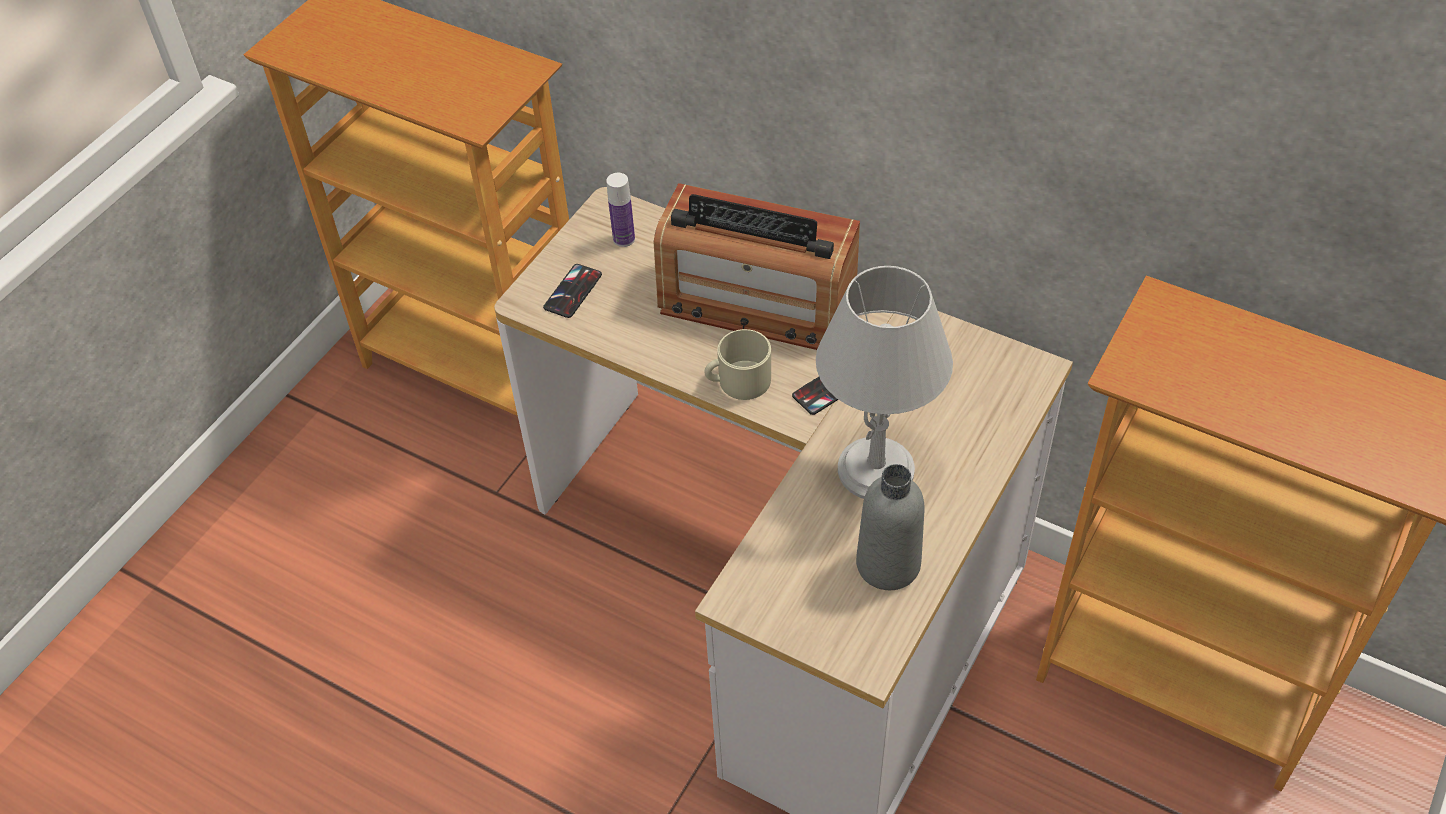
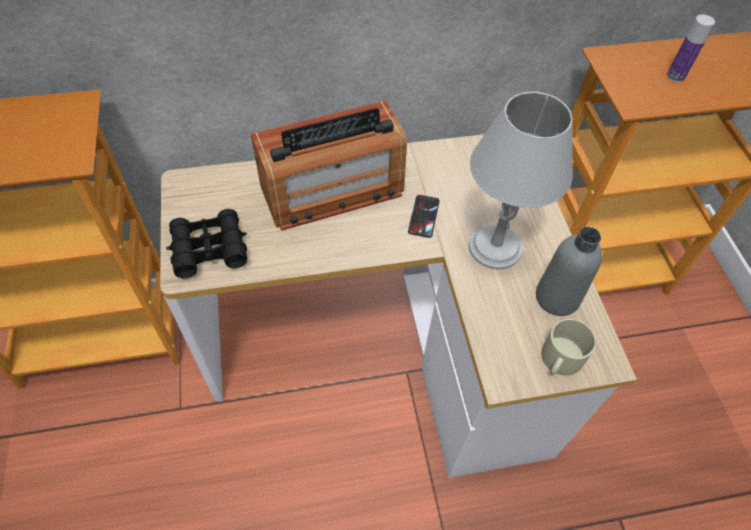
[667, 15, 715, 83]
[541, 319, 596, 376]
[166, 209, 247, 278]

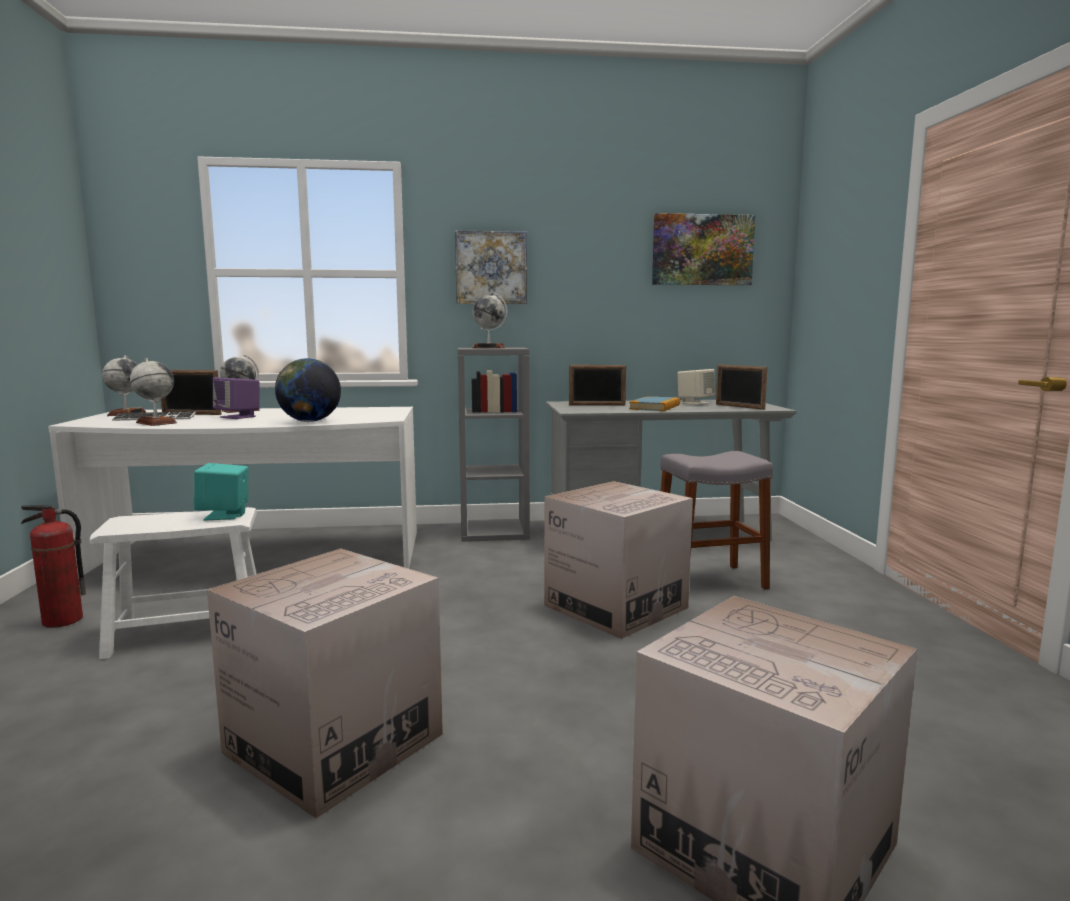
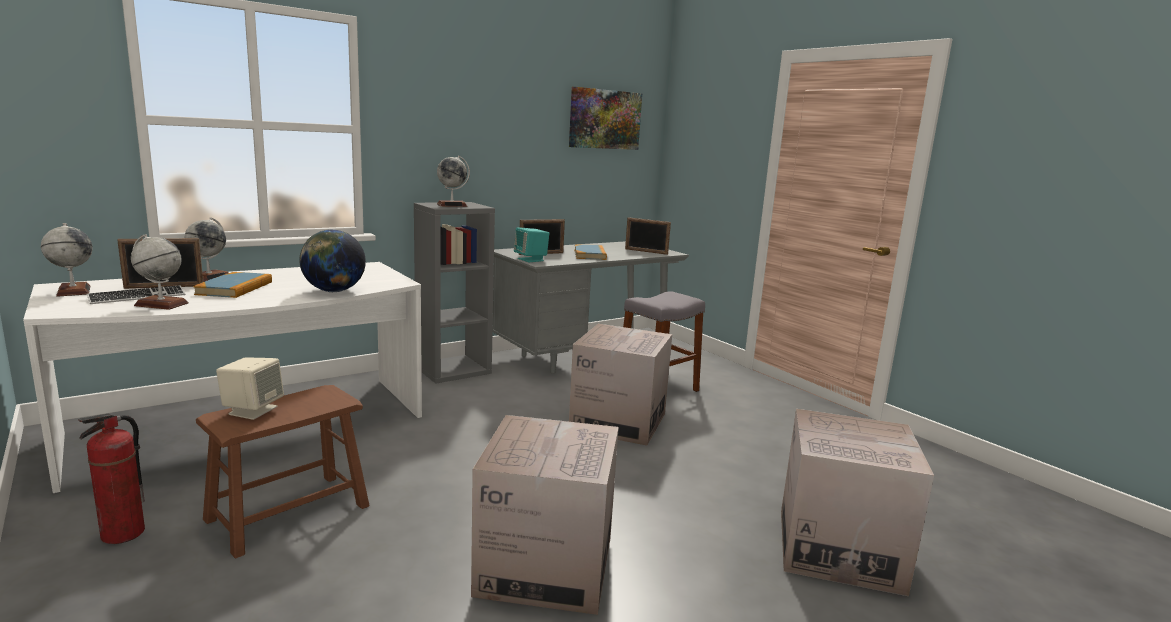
[455, 230, 527, 304] (first image)
[514, 227, 549, 262]
[216, 357, 284, 420]
[193, 272, 272, 298]
[196, 385, 370, 558]

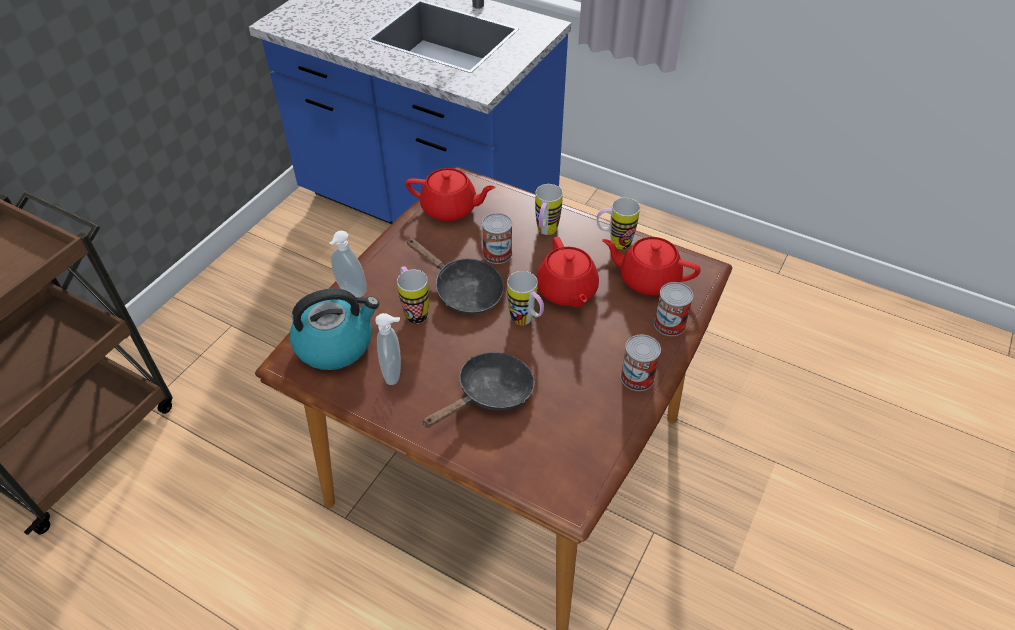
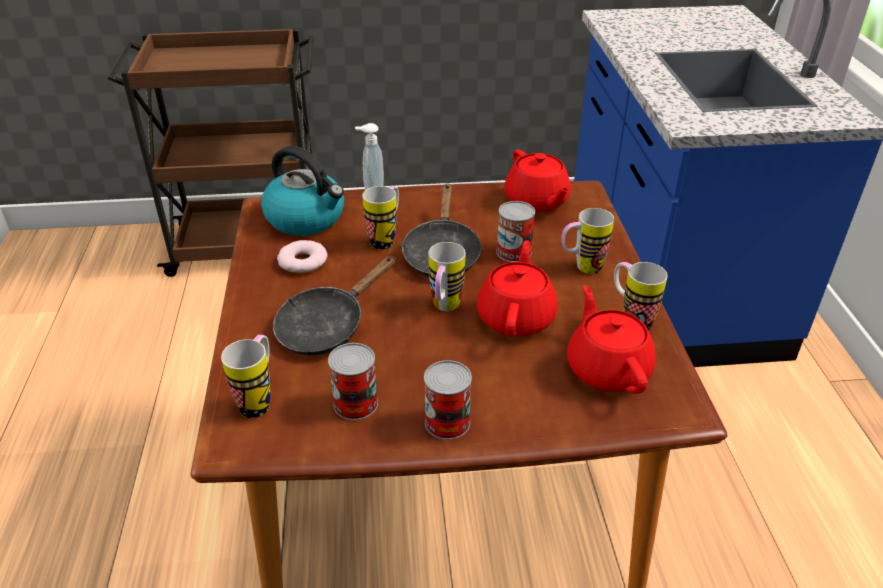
[221, 335, 270, 418]
[328, 343, 378, 420]
[277, 240, 328, 273]
[273, 256, 395, 355]
[477, 240, 557, 337]

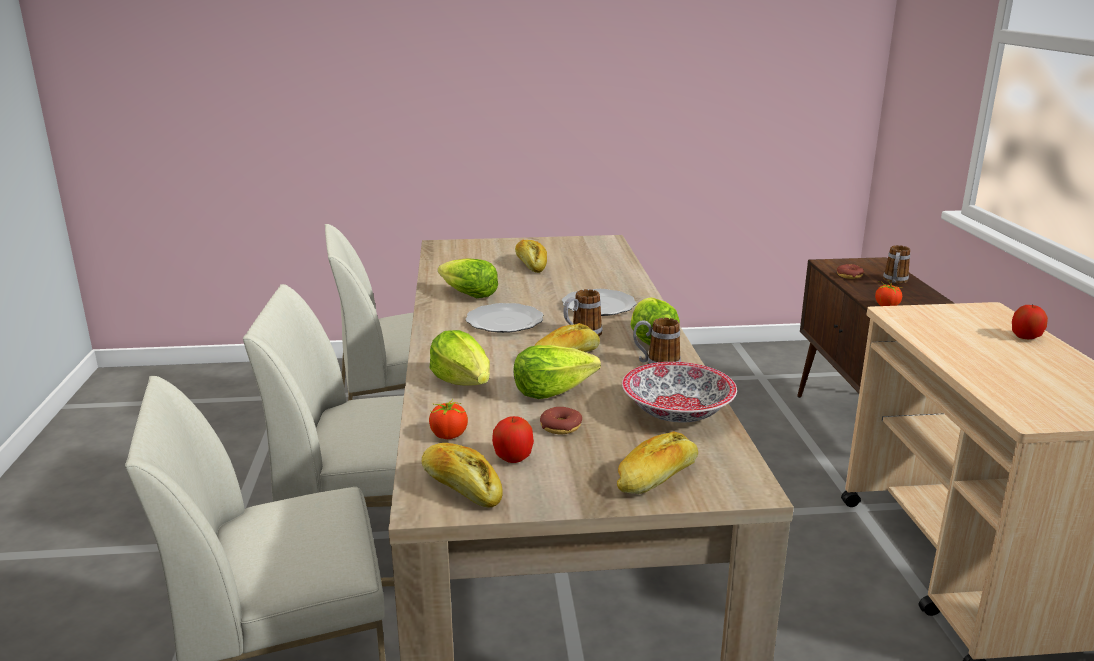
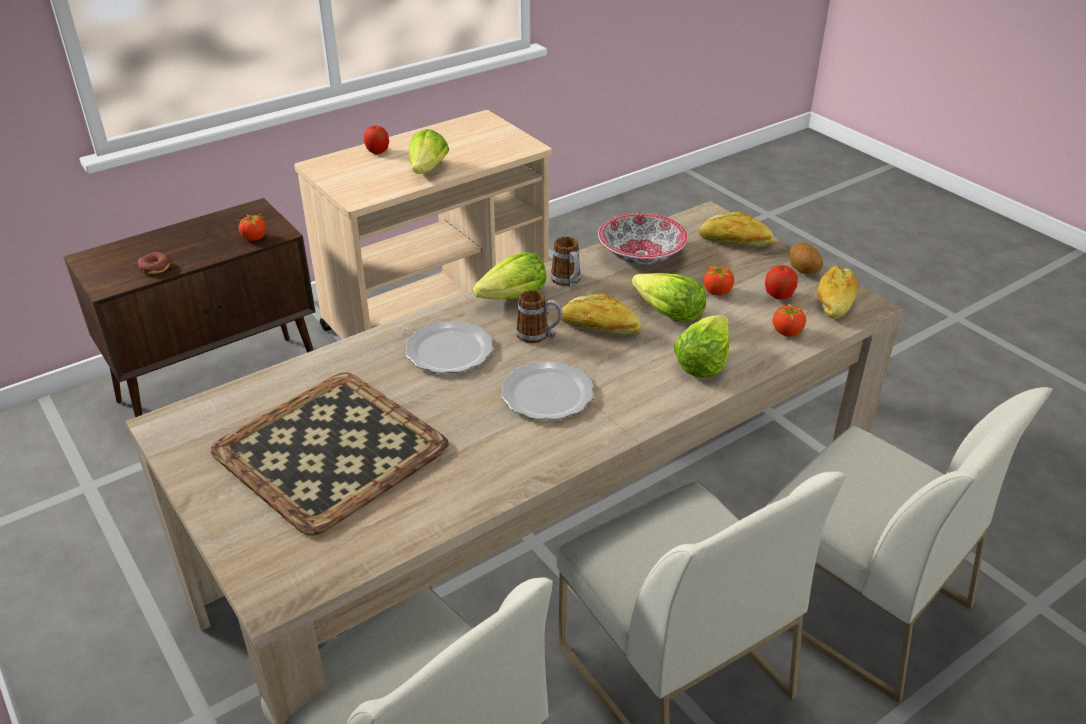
[883, 245, 910, 284] (first image)
[789, 243, 823, 274]
[409, 129, 449, 174]
[211, 372, 449, 536]
[704, 265, 736, 296]

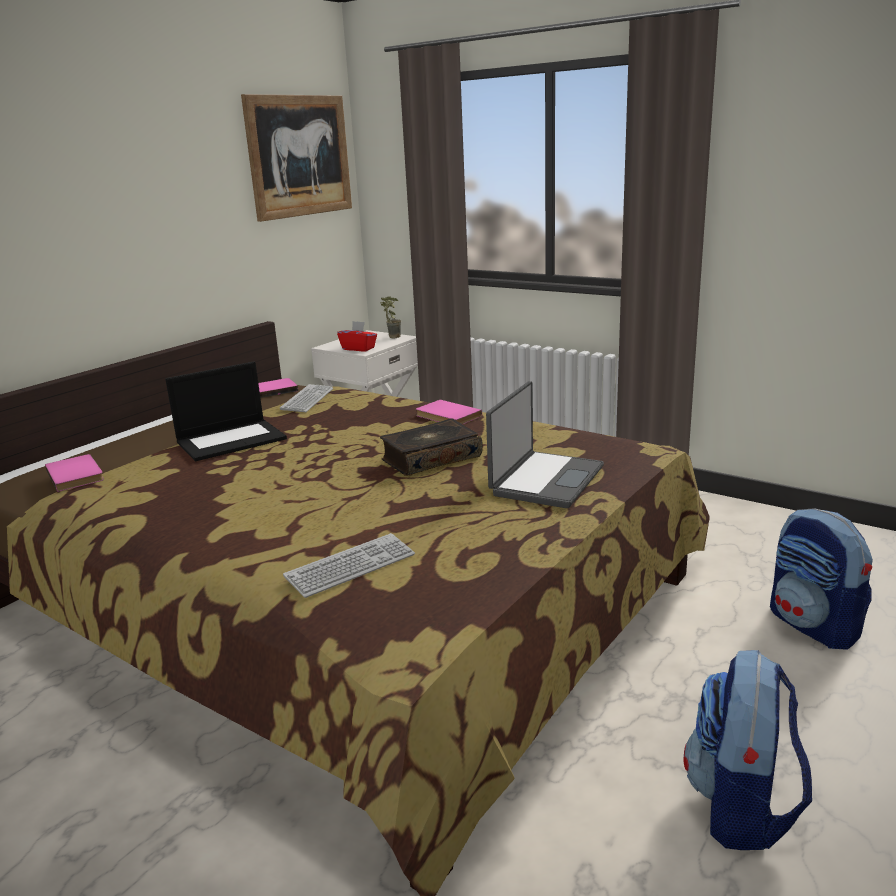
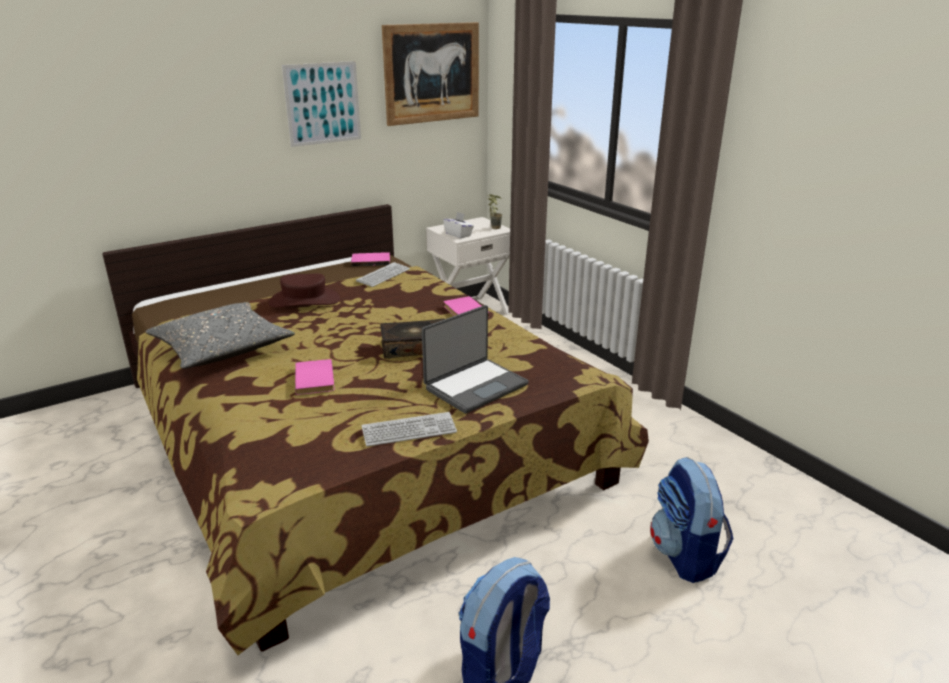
[145, 302, 295, 369]
[282, 61, 361, 147]
[295, 359, 335, 395]
[361, 412, 457, 446]
[269, 274, 340, 307]
[443, 212, 474, 238]

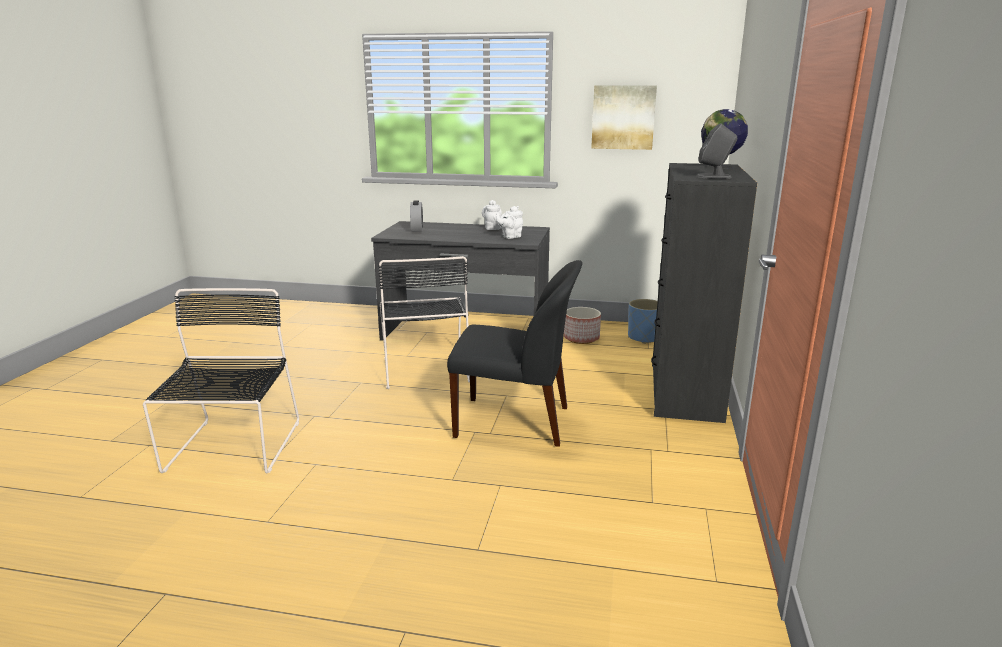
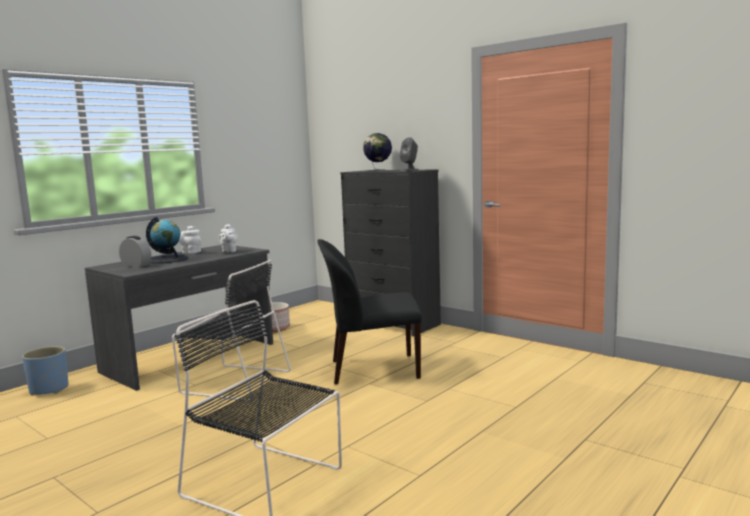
[591, 85, 657, 150] (first image)
[146, 217, 188, 264]
[22, 346, 68, 395]
[317, 239, 422, 384]

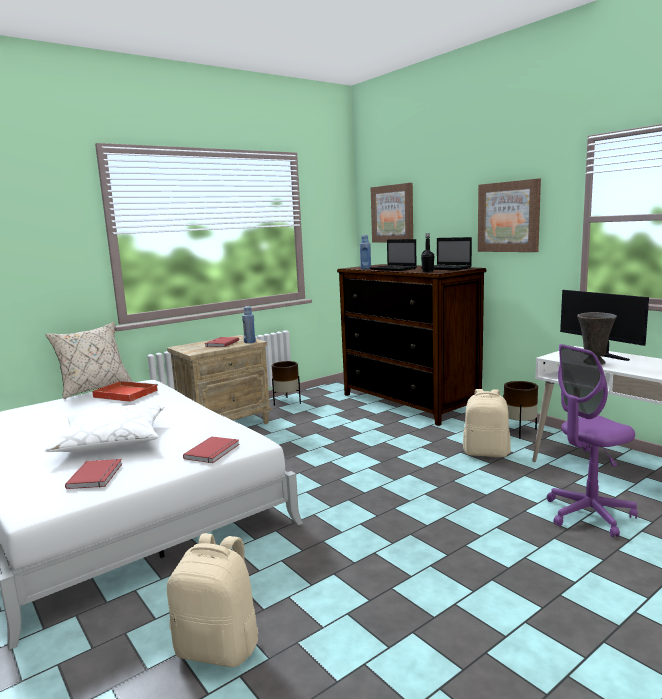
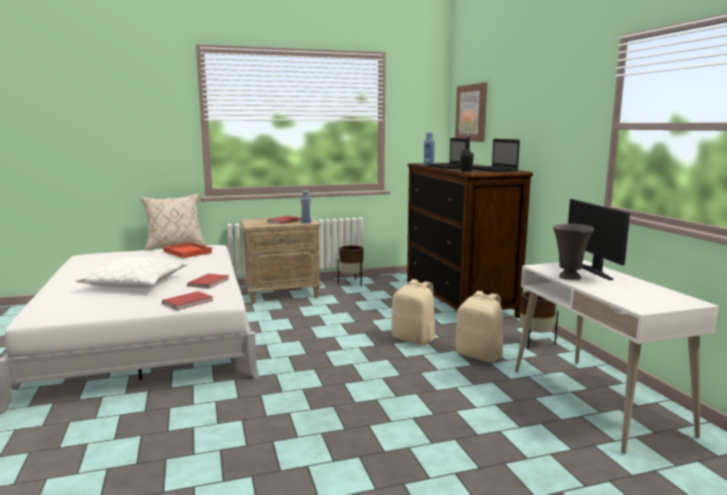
[478, 179, 541, 252] (first image)
[547, 344, 638, 537] (first image)
[187, 273, 229, 289]
[391, 279, 435, 345]

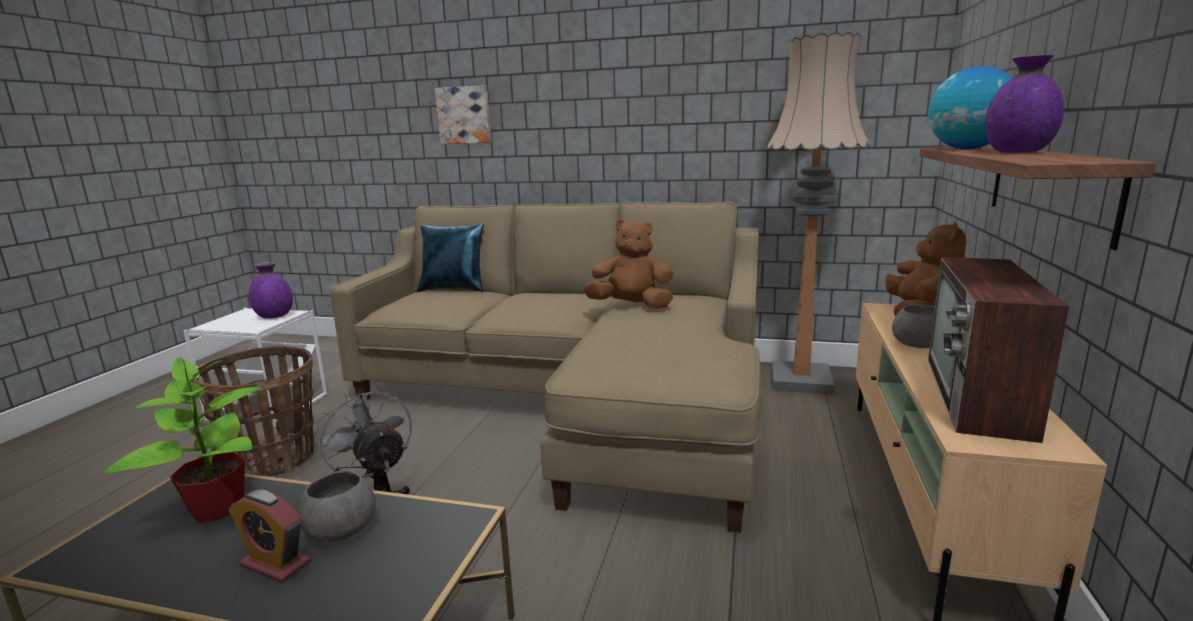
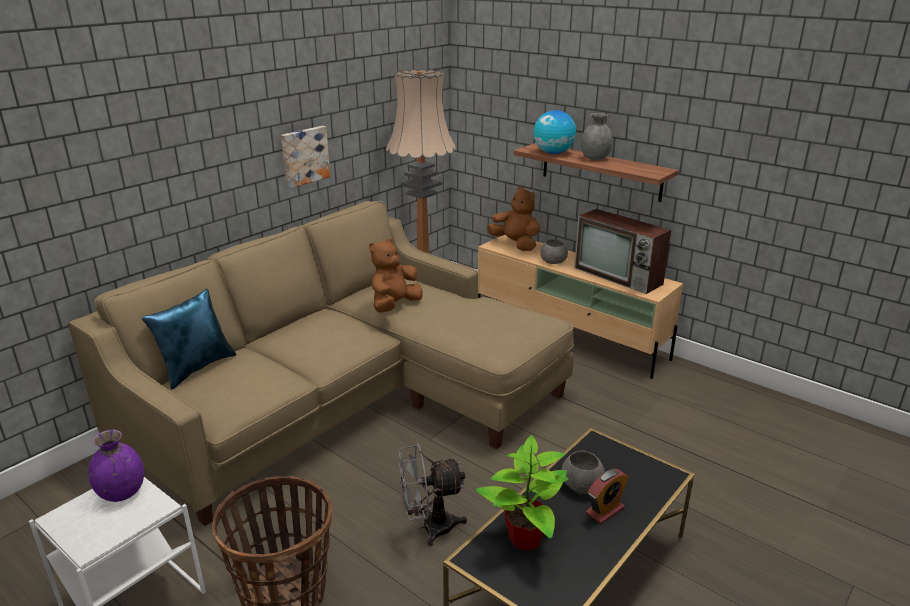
[281, 126, 330, 188]
[581, 113, 613, 160]

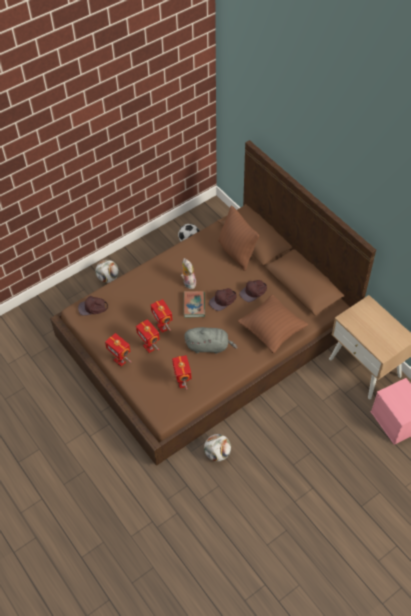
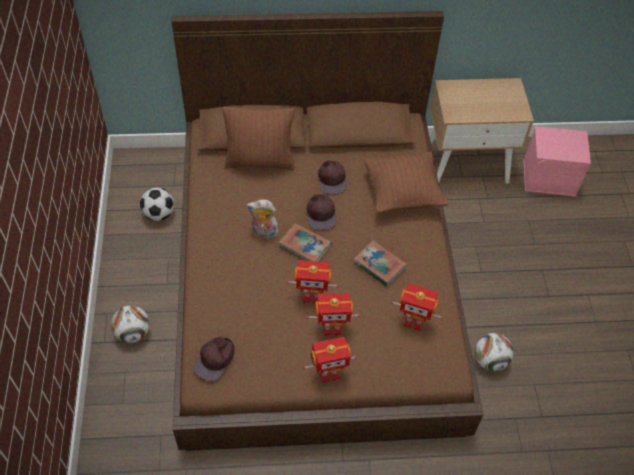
[353, 240, 407, 287]

